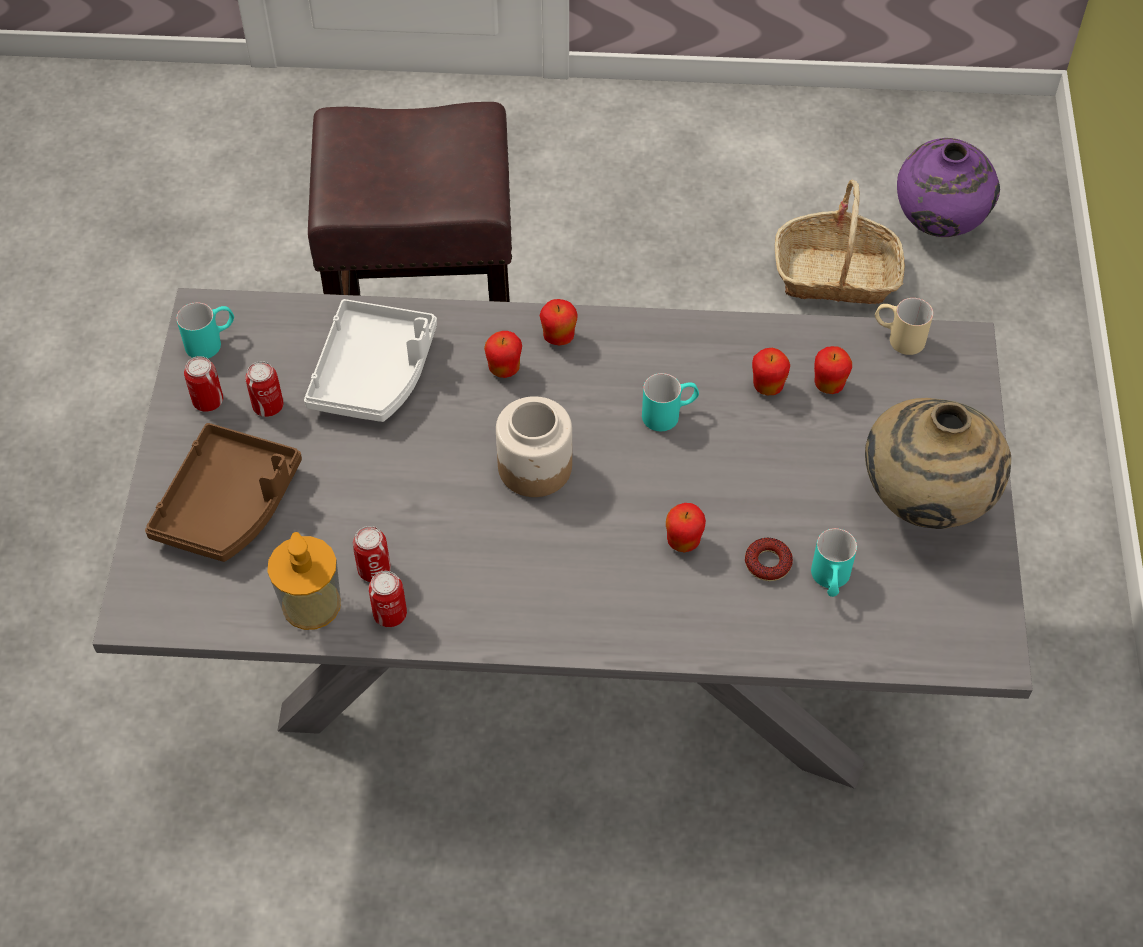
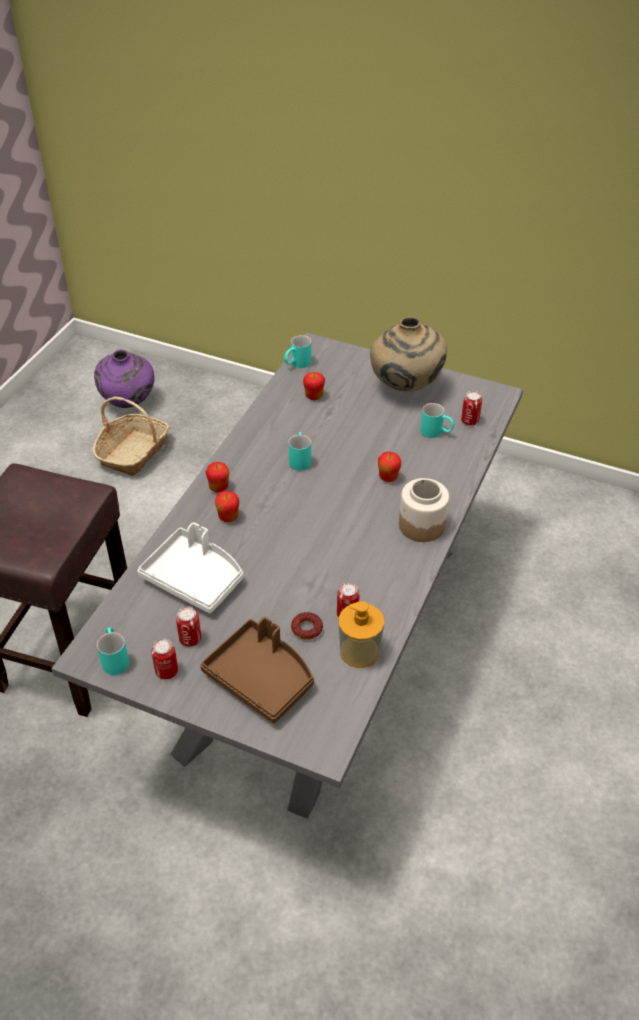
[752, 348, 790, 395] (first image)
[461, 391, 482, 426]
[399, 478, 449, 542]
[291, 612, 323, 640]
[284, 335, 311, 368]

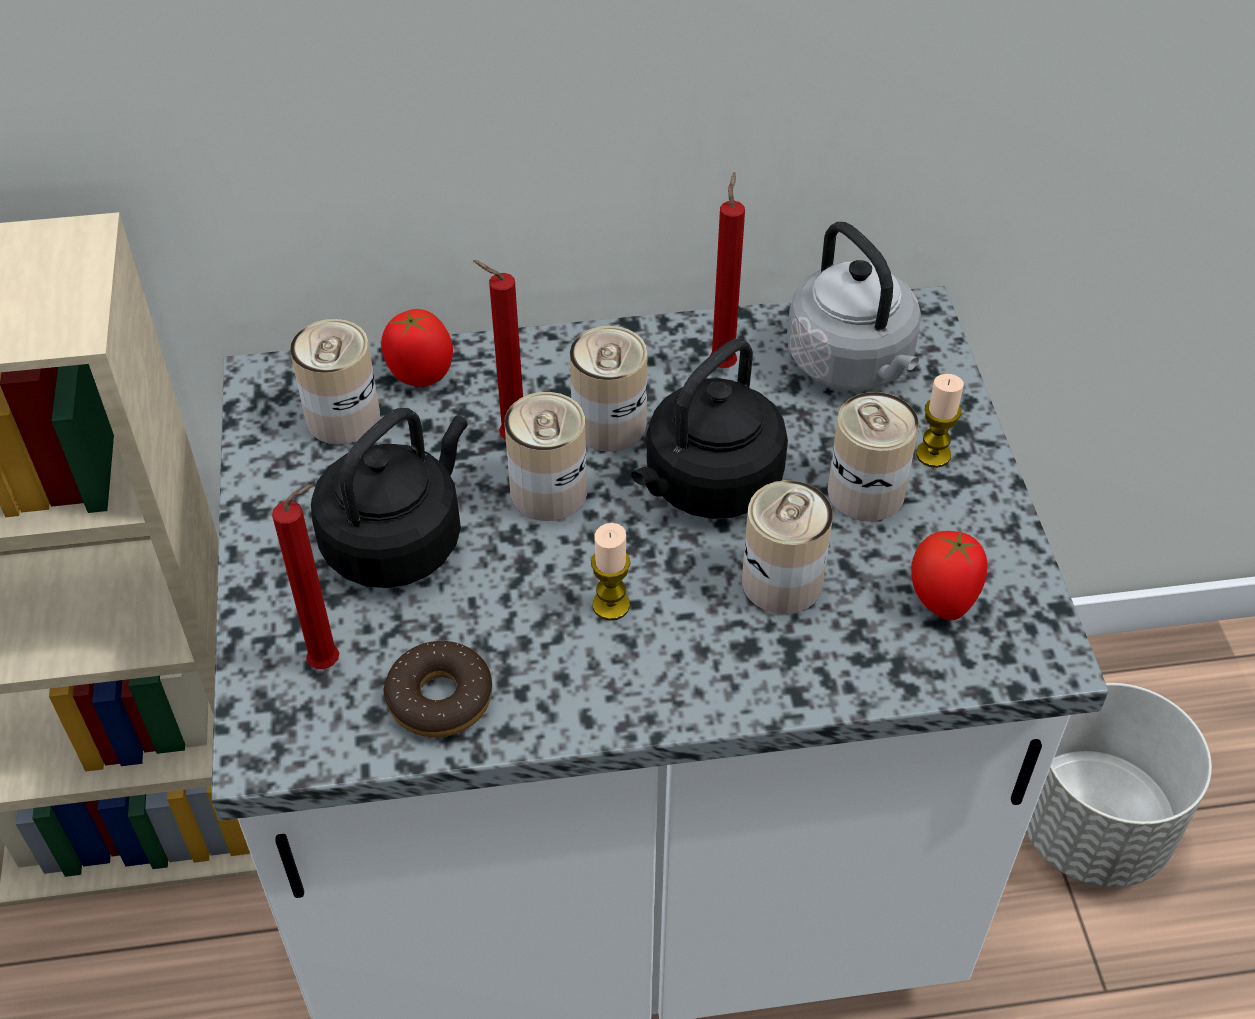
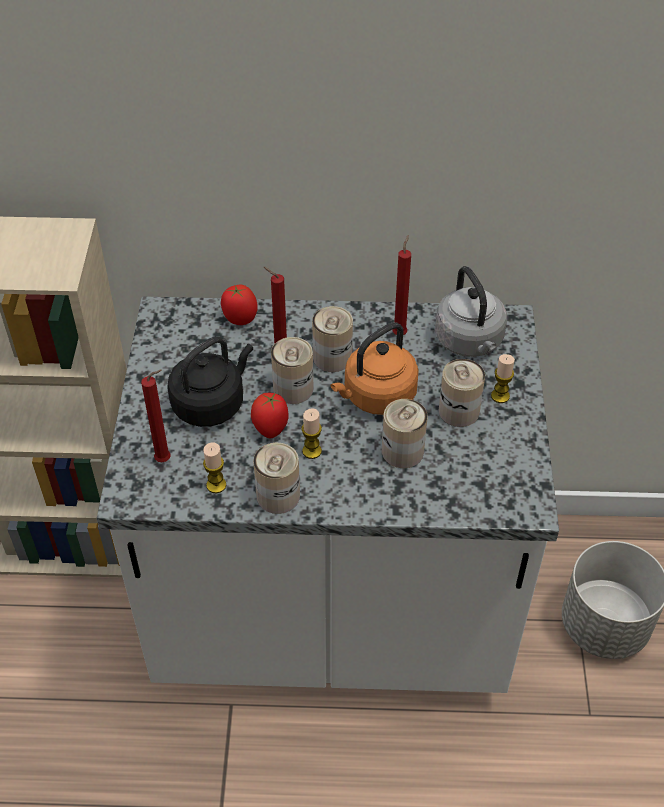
[253, 443, 300, 514]
[251, 392, 289, 438]
[203, 442, 226, 493]
[330, 322, 419, 415]

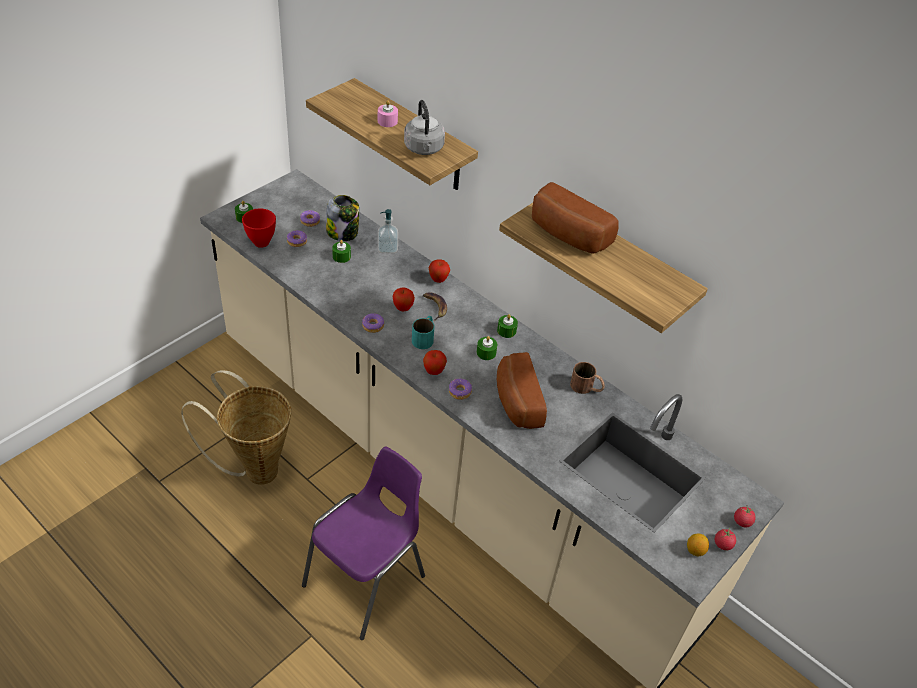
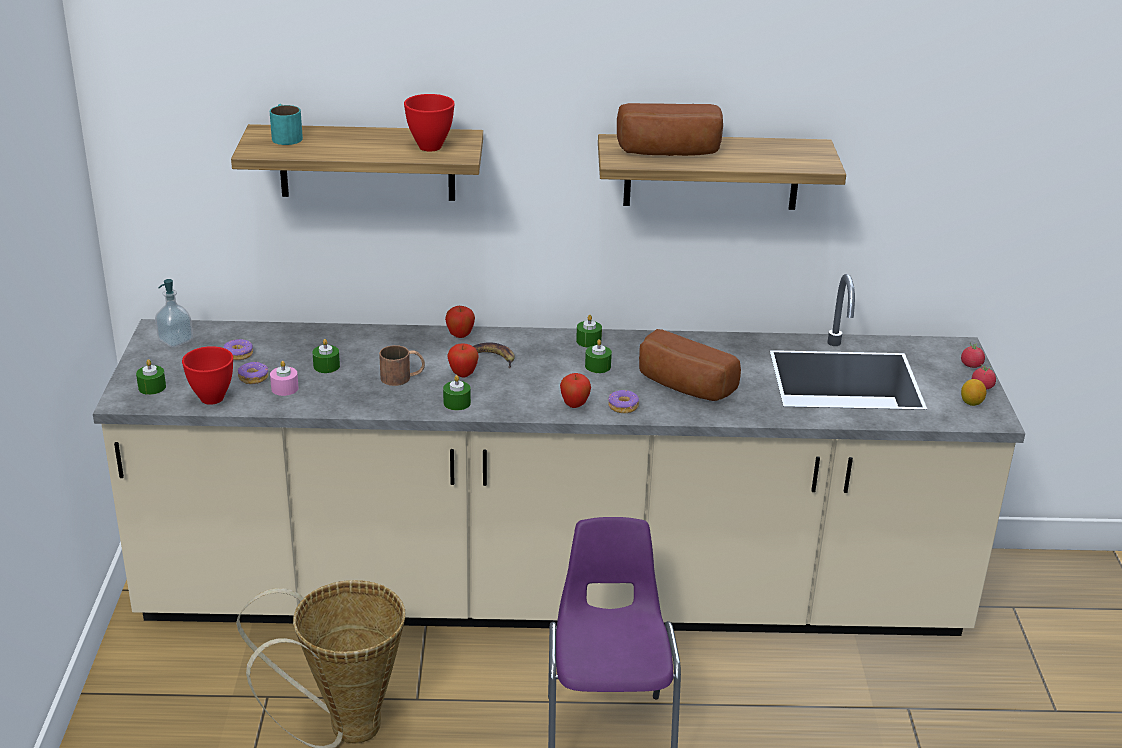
[326, 195, 359, 241] (first image)
[270, 361, 299, 396]
[155, 279, 193, 348]
[270, 104, 303, 145]
[379, 345, 425, 386]
[443, 375, 471, 410]
[404, 94, 455, 151]

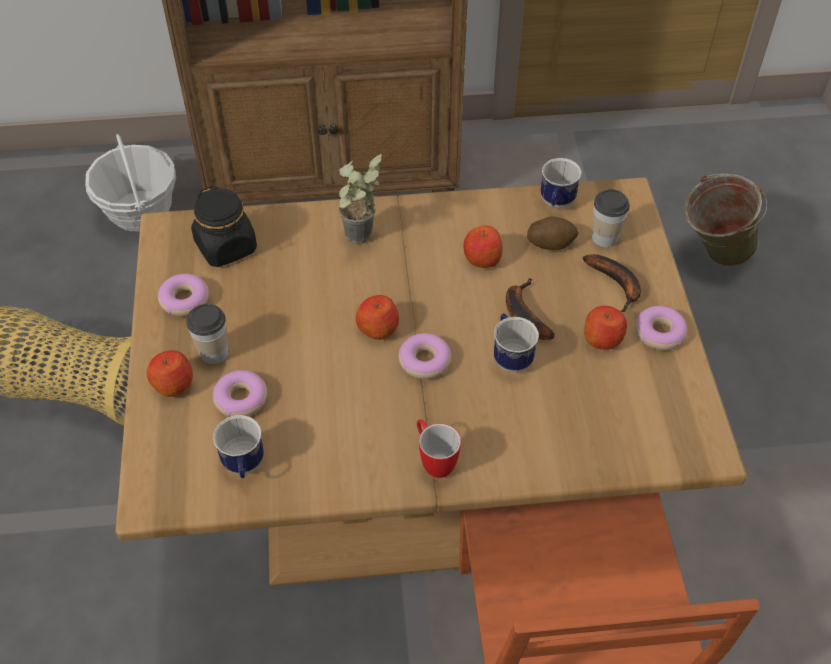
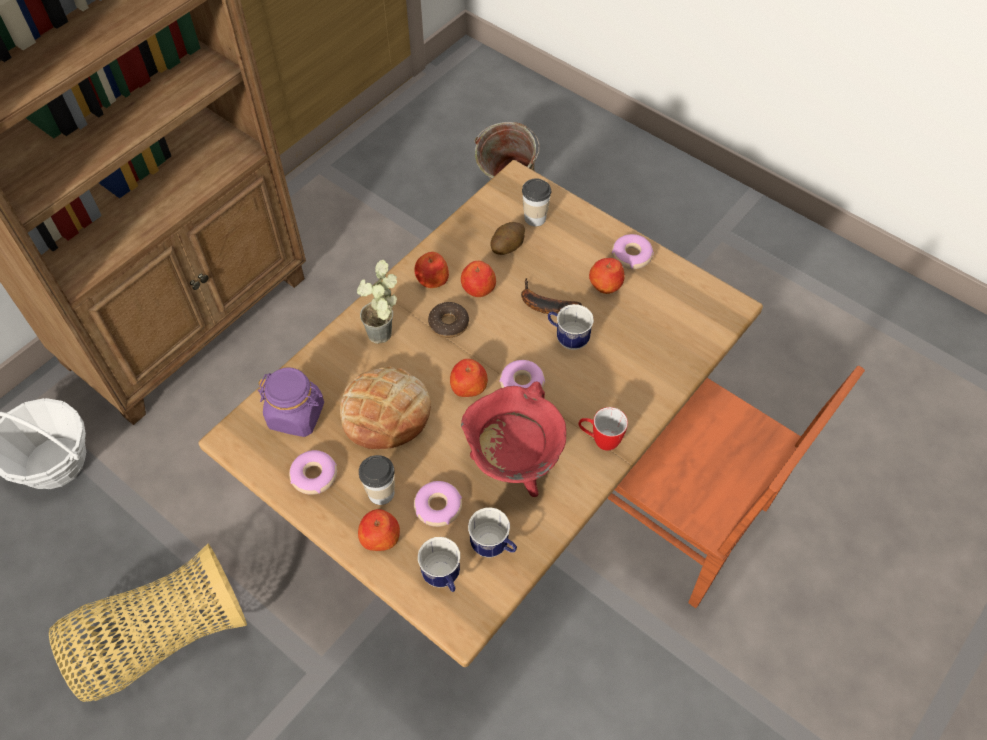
[583, 254, 641, 312] (first image)
[340, 367, 431, 449]
[414, 252, 449, 288]
[428, 302, 469, 338]
[461, 381, 566, 497]
[418, 537, 460, 592]
[258, 367, 324, 437]

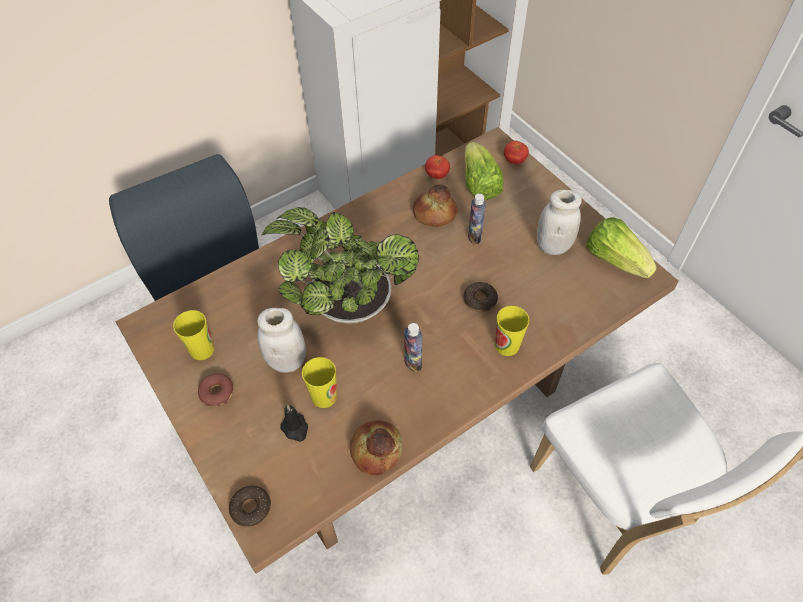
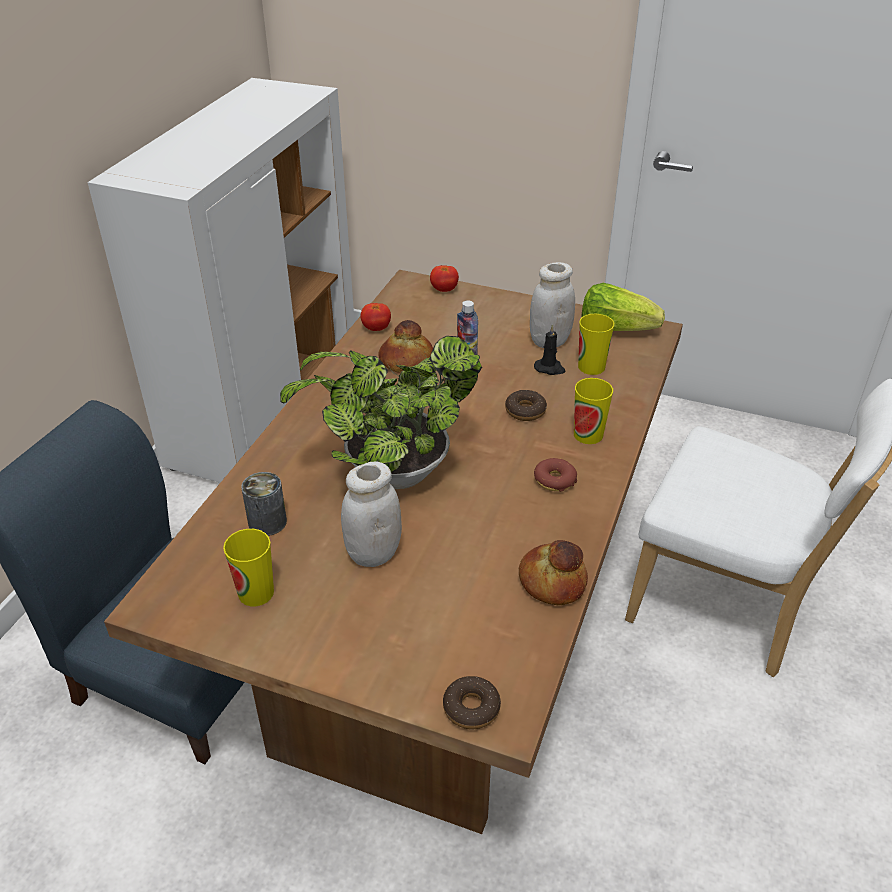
[404, 323, 422, 373] (first image)
[465, 142, 504, 200] (first image)
[241, 472, 287, 536]
[534, 458, 577, 492]
[534, 324, 566, 375]
[578, 314, 614, 375]

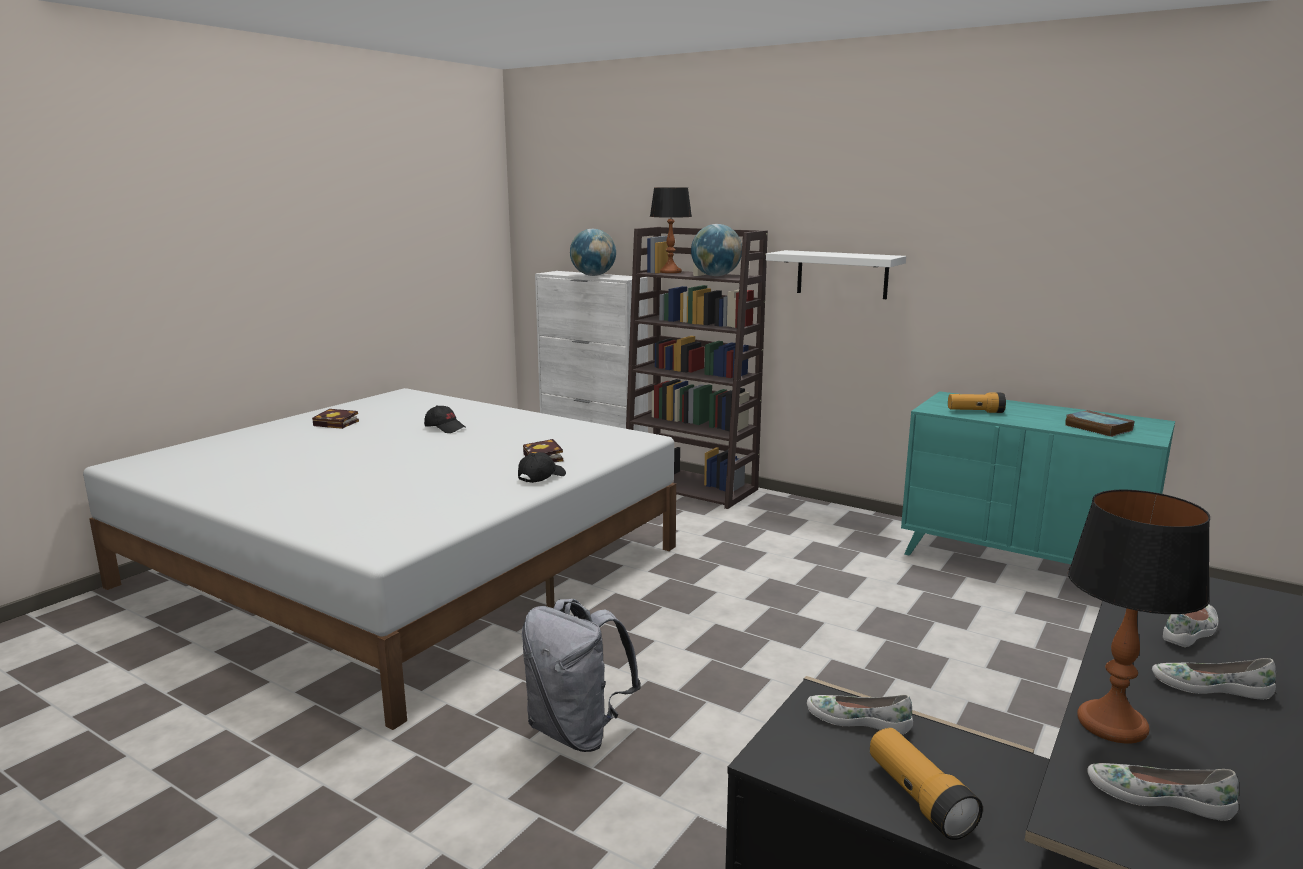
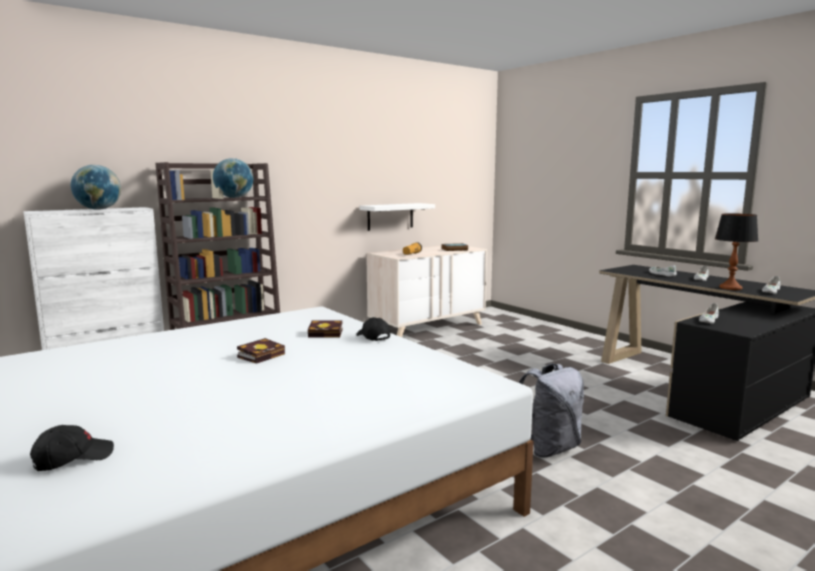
[650, 187, 692, 273] (first image)
[870, 728, 983, 840] (first image)
[237, 338, 285, 364]
[30, 425, 114, 471]
[359, 203, 435, 231]
[366, 246, 487, 337]

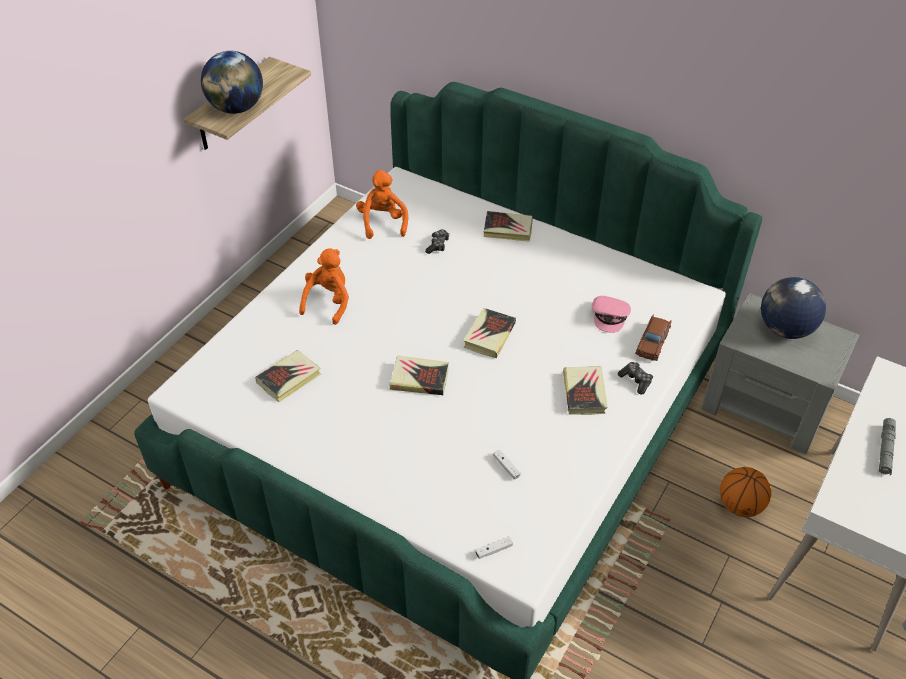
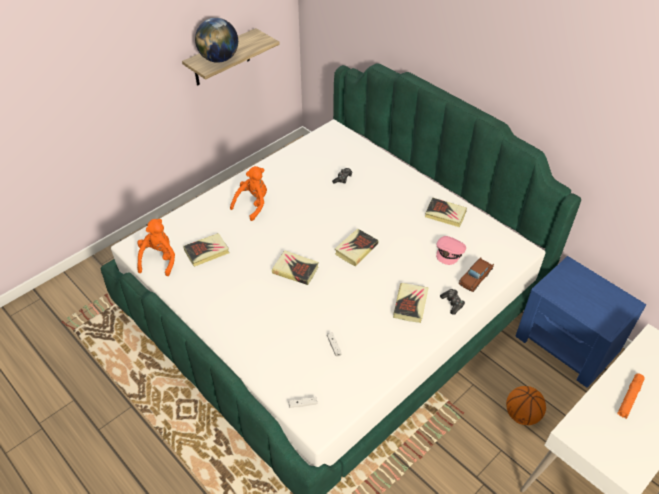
[761, 277, 826, 339] (first image)
[137, 219, 175, 276]
[425, 197, 467, 227]
[516, 256, 646, 388]
[617, 373, 645, 419]

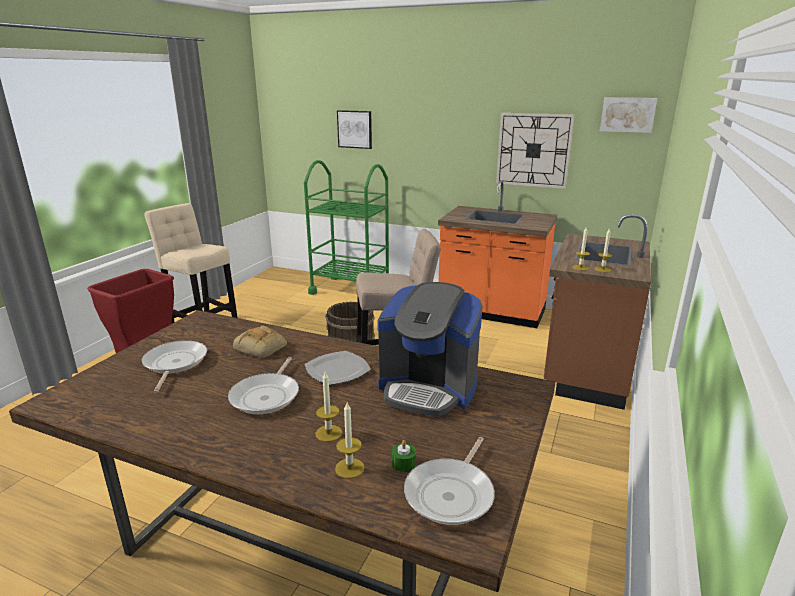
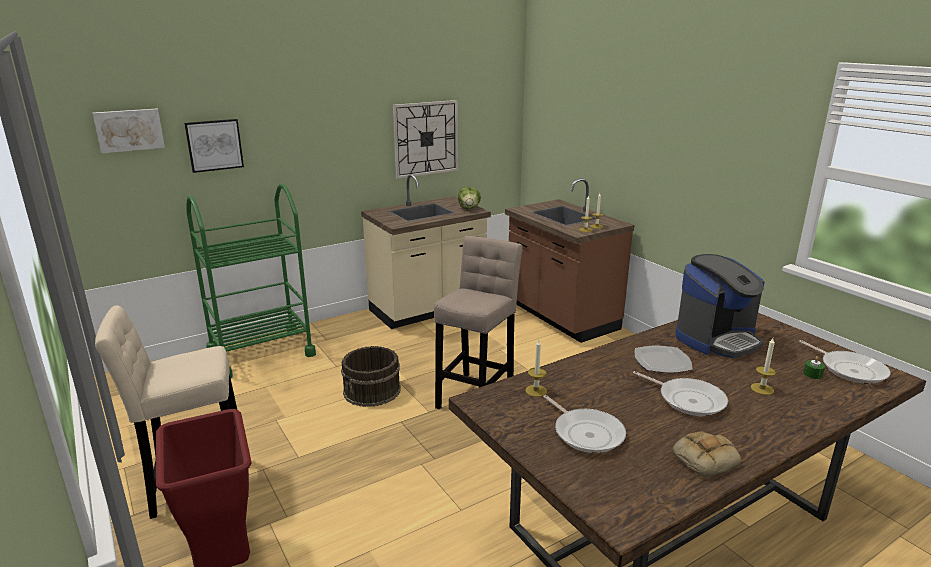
[458, 187, 481, 209]
[673, 432, 741, 478]
[525, 340, 547, 397]
[92, 109, 165, 153]
[361, 174, 491, 329]
[543, 395, 626, 453]

